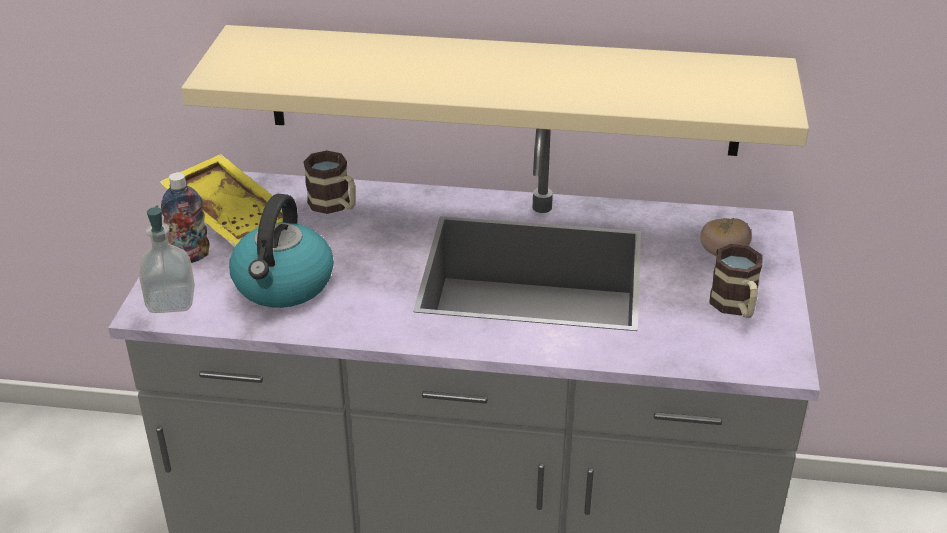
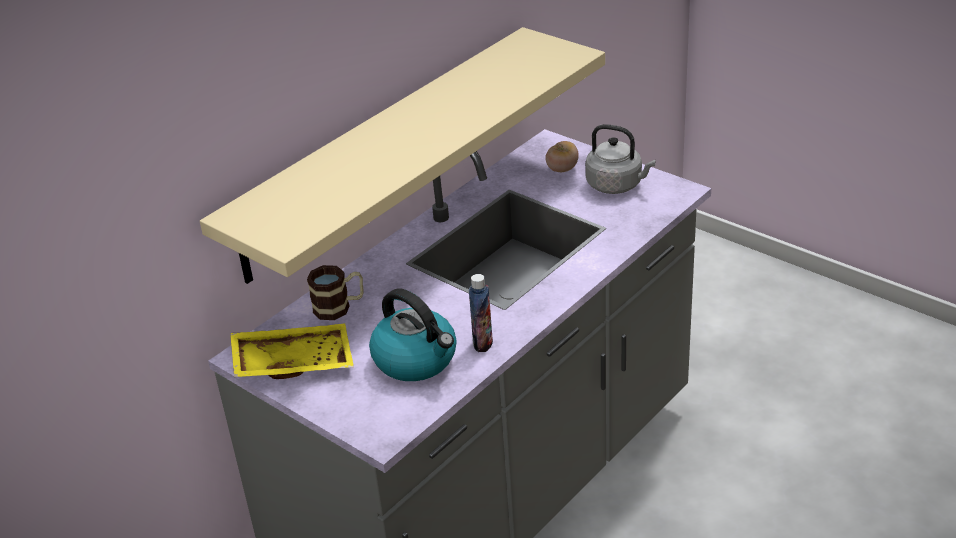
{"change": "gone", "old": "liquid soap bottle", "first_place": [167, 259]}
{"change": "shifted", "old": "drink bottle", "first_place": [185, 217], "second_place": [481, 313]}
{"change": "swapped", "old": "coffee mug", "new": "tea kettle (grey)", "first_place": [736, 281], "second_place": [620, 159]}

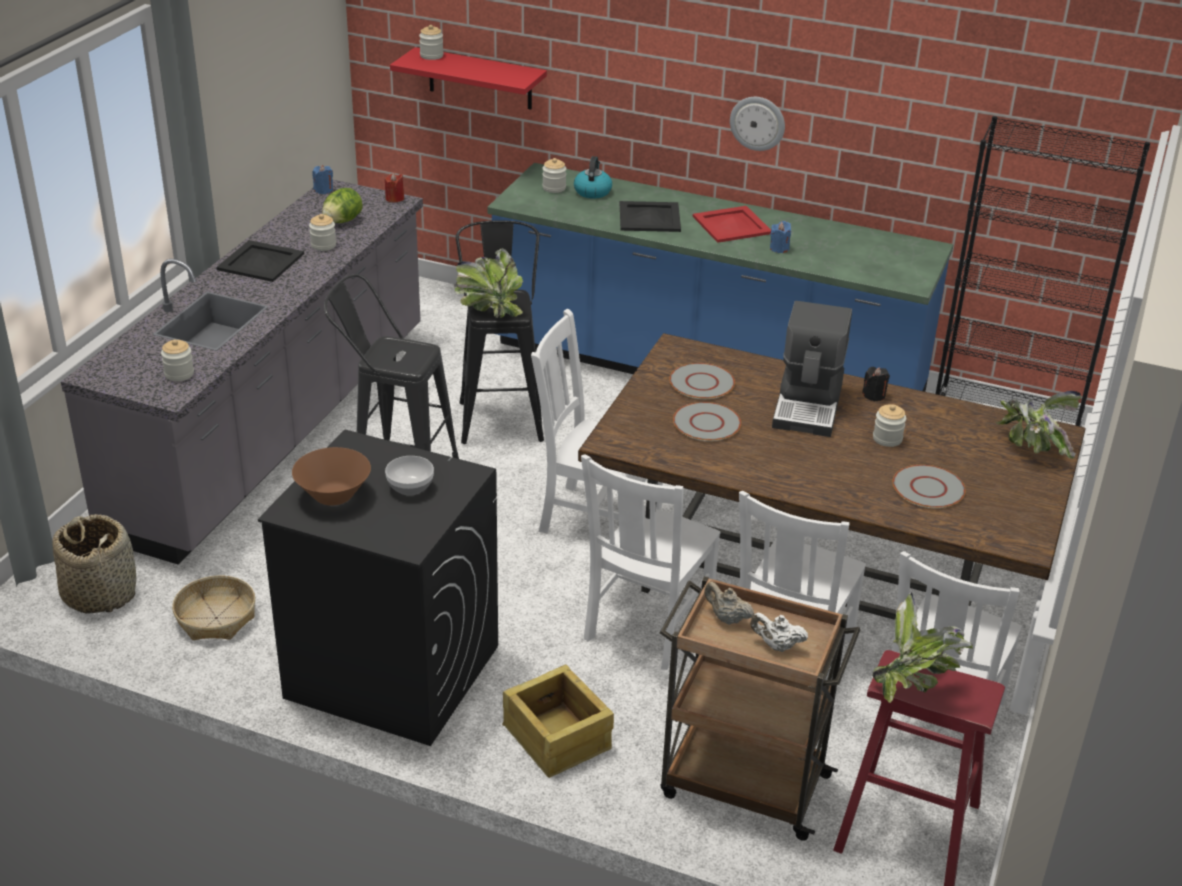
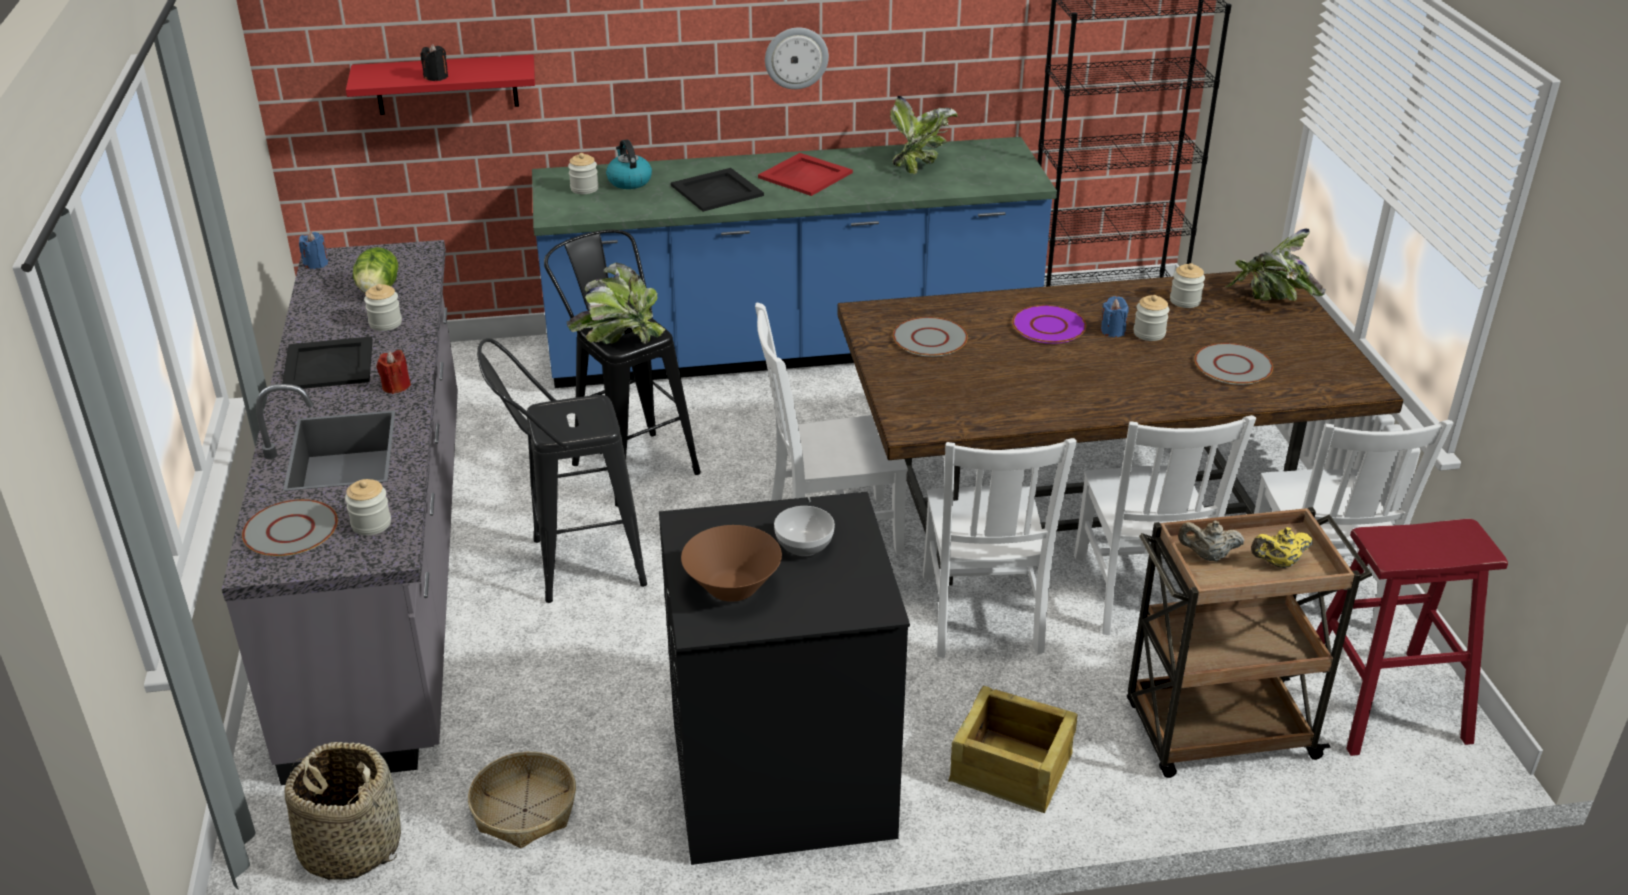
{"change": "shifted", "old": "wax candle (reddish)", "first_place": [394, 187], "second_place": [394, 372]}
{"change": "shifted", "old": "jar", "first_place": [431, 42], "second_place": [1187, 285]}
{"change": "shifted", "old": "plate (grey)", "first_place": [707, 421], "second_place": [290, 528]}
{"change": "shifted", "old": "wax candle (blue)", "first_place": [780, 237], "second_place": [1115, 316]}
{"change": "shifted", "old": "wax candle (black)", "first_place": [876, 384], "second_place": [434, 62]}
{"change": "shifted", "old": "plant in a pot", "first_place": [923, 648], "second_place": [923, 135]}
{"change": "swapped", "old": "coffee brewer", "new": "plate (purple-coloured)", "first_place": [812, 369], "second_place": [1049, 324]}
{"change": "repainted", "old": "tea pot (white-coloured)", "new": "tea pot (yellow-coloured)", "first_place": [779, 632], "second_place": [1282, 547]}

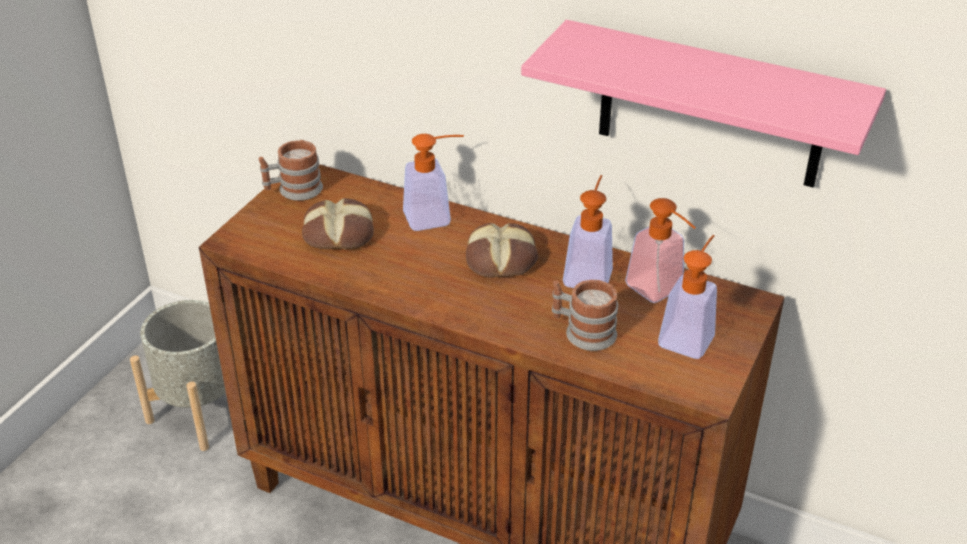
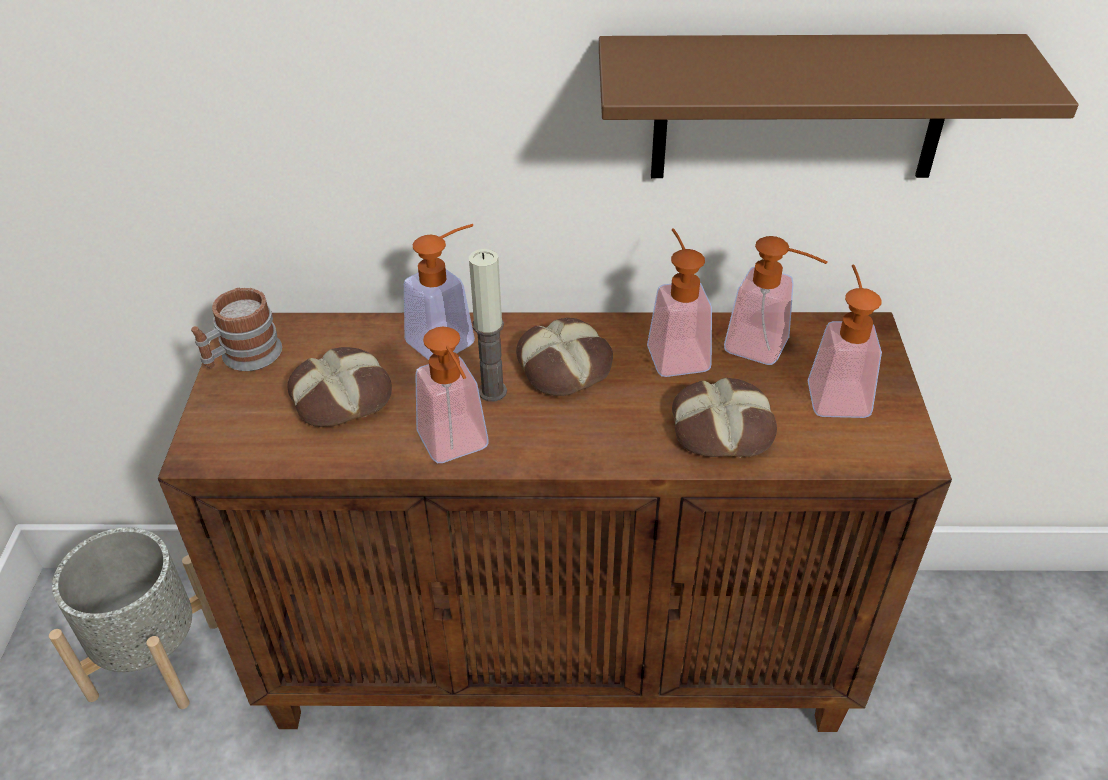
{"change": "new", "new": "liquid soap bottle", "second_place": [452, 395]}
{"change": "new", "new": "wax candle", "second_place": [488, 325]}
{"change": "swapped", "old": "coffee mug", "new": "bread", "first_place": [585, 315], "second_place": [724, 418]}
{"change": "repainted", "old": "bracket shelf (pinkish)", "new": "bracket shelf (brownish)", "first_place": [703, 104], "second_place": [838, 106]}

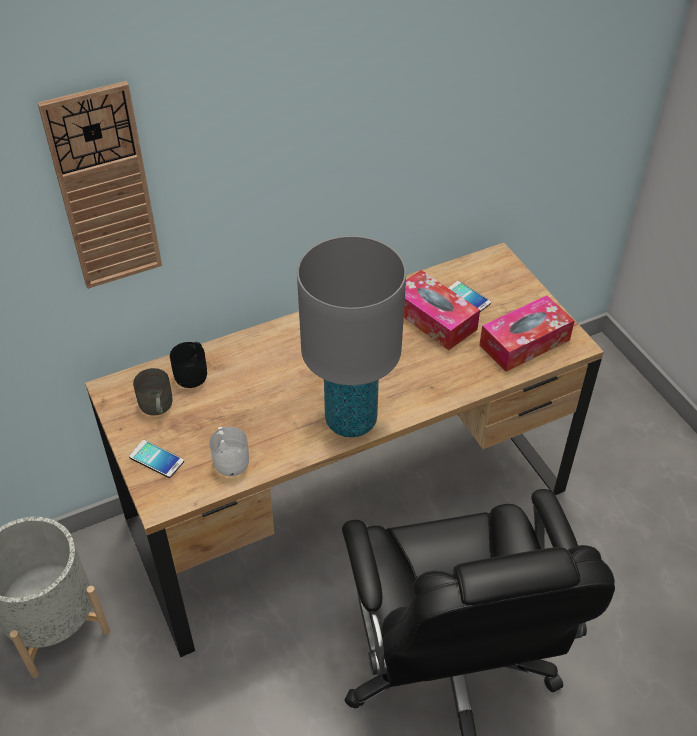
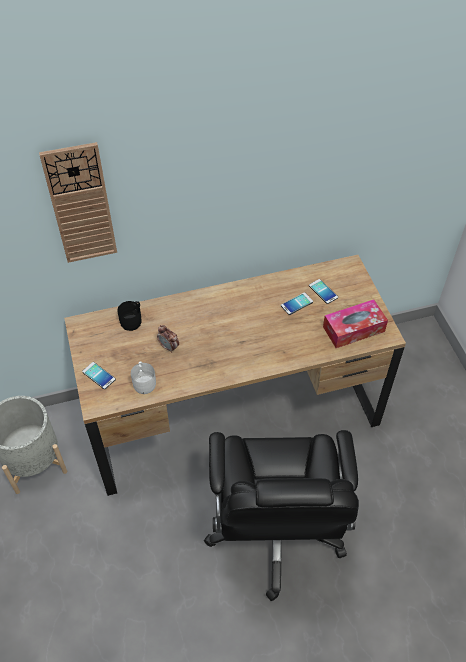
{"change": "gone", "old": "coffee mug (grey)", "first_place": [153, 392]}
{"change": "gone", "old": "lamp for a table (grey)", "first_place": [351, 336]}
{"change": "new", "new": "table clock", "second_place": [168, 339]}
{"change": "swapped", "old": "box of tissues", "new": "phone", "first_place": [442, 310], "second_place": [297, 304]}

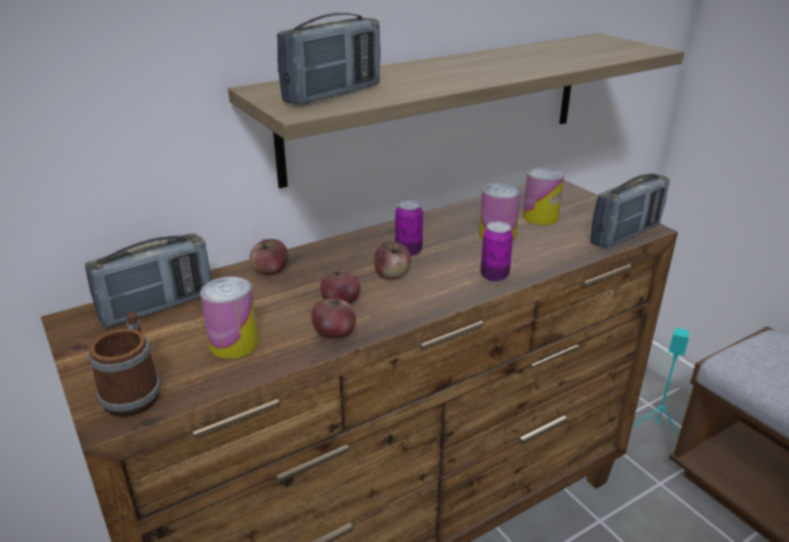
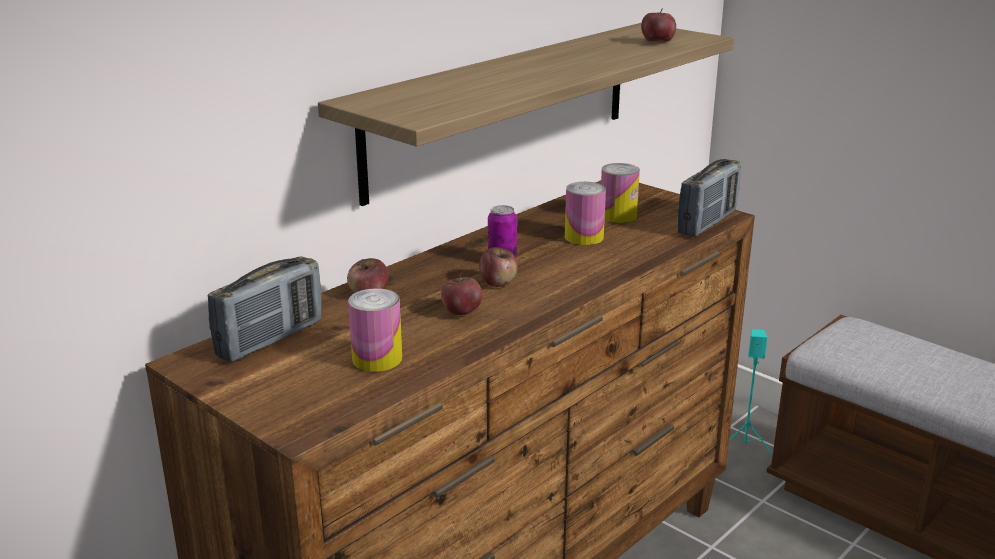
{"change": "gone", "old": "coffee mug", "first_place": [124, 364]}
{"change": "gone", "old": "radio set", "first_place": [329, 59]}
{"change": "gone", "old": "can", "first_place": [497, 251]}
{"change": "shifted", "old": "apple", "first_place": [333, 317], "second_place": [658, 25]}

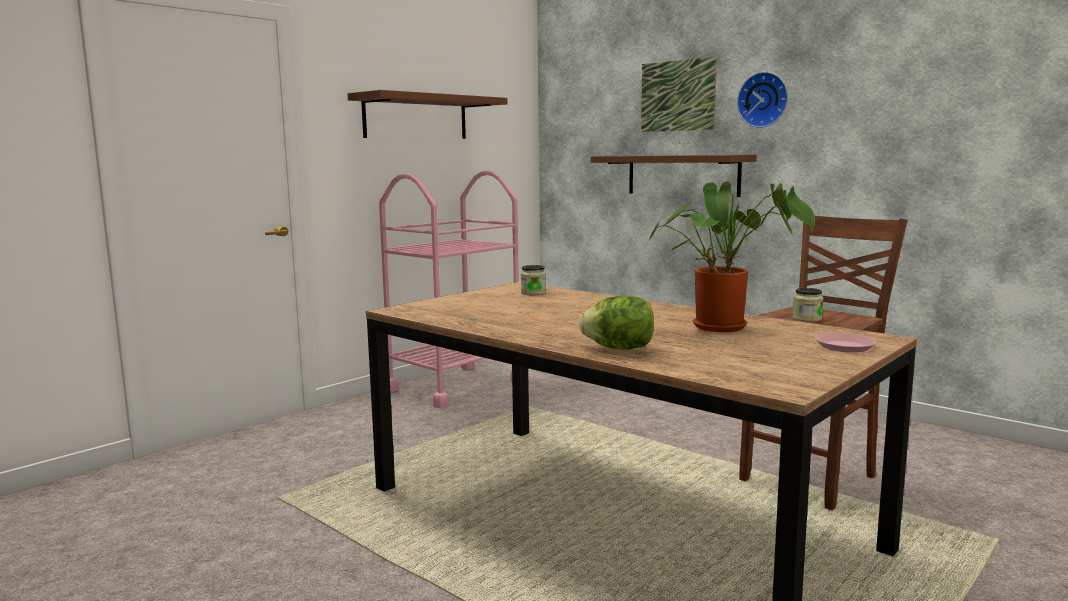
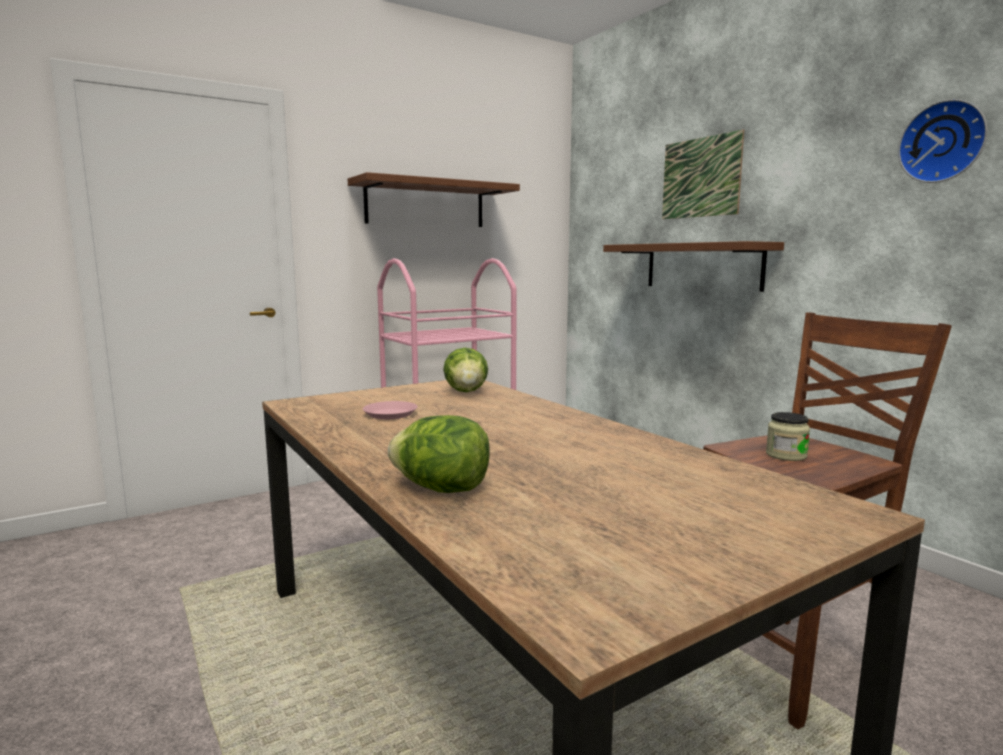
{"change": "gone", "old": "plant in a pot", "first_place": [732, 256]}
{"change": "shifted", "old": "wall clock", "first_place": [762, 100], "second_place": [943, 141]}
{"change": "shifted", "old": "plate (pinkish)", "first_place": [846, 343], "second_place": [390, 410]}
{"change": "swapped", "old": "jar", "new": "head of lettuce", "first_place": [533, 280], "second_place": [465, 369]}

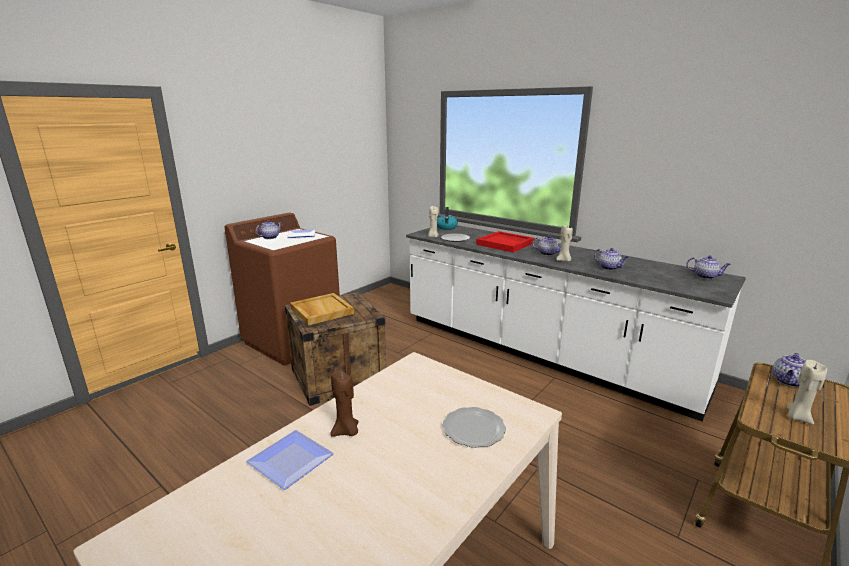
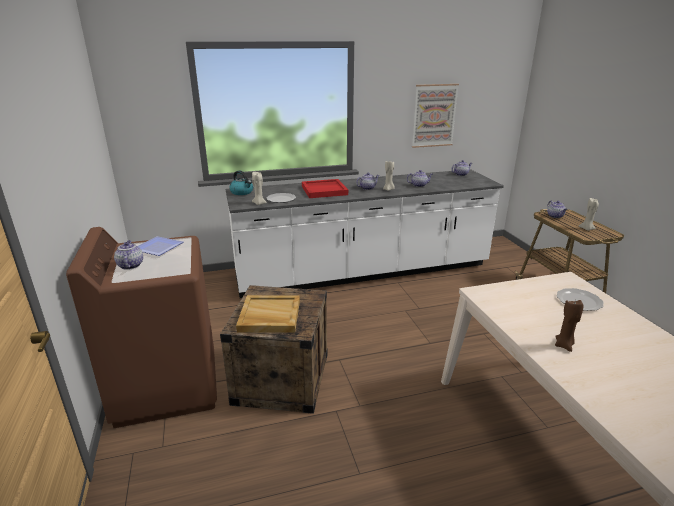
{"change": "gone", "old": "plate", "first_place": [290, 460]}
{"change": "new", "new": "wall picture", "second_place": [435, 116]}

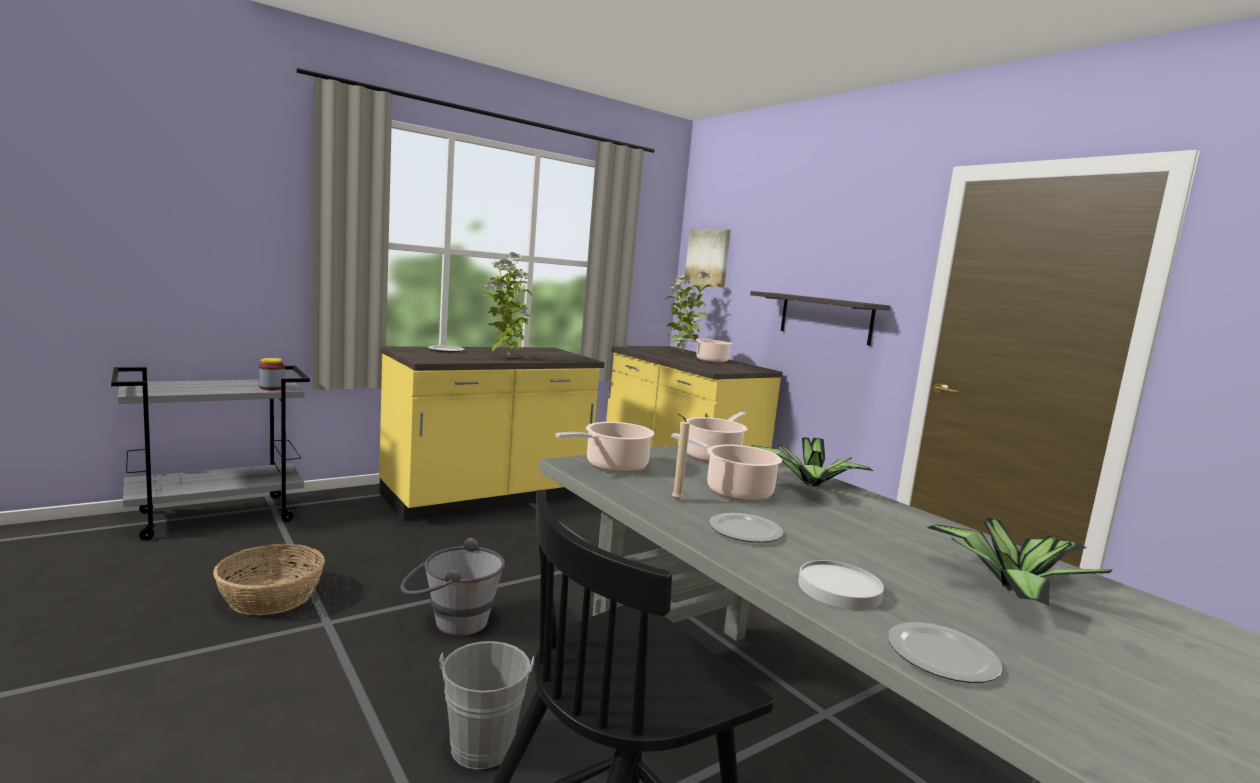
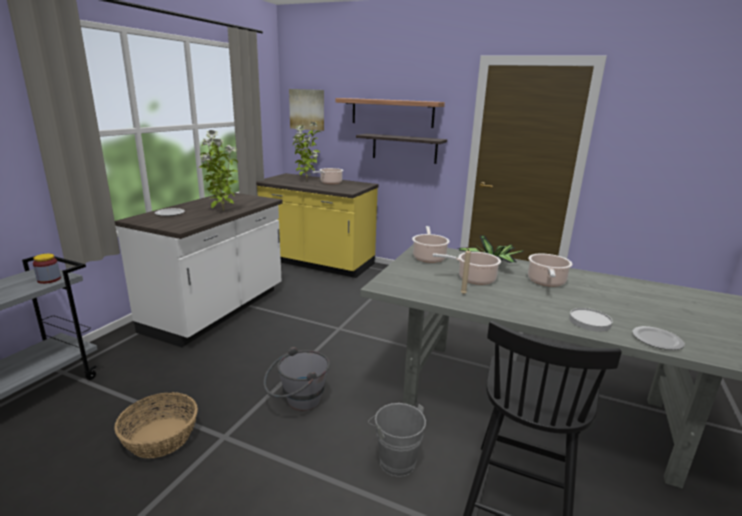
{"change": "gone", "old": "plate", "first_place": [746, 528]}
{"change": "gone", "old": "plant in a pot", "first_place": [1019, 562]}
{"change": "new", "new": "bracket shelf", "second_place": [390, 113]}
{"change": "shifted", "old": "stockpot", "first_place": [604, 447], "second_place": [550, 270]}
{"change": "repainted", "old": "kitchen base unit (yellow-coloured)", "new": "kitchen base unit (white-coloured)", "first_place": [491, 433], "second_place": [198, 269]}

